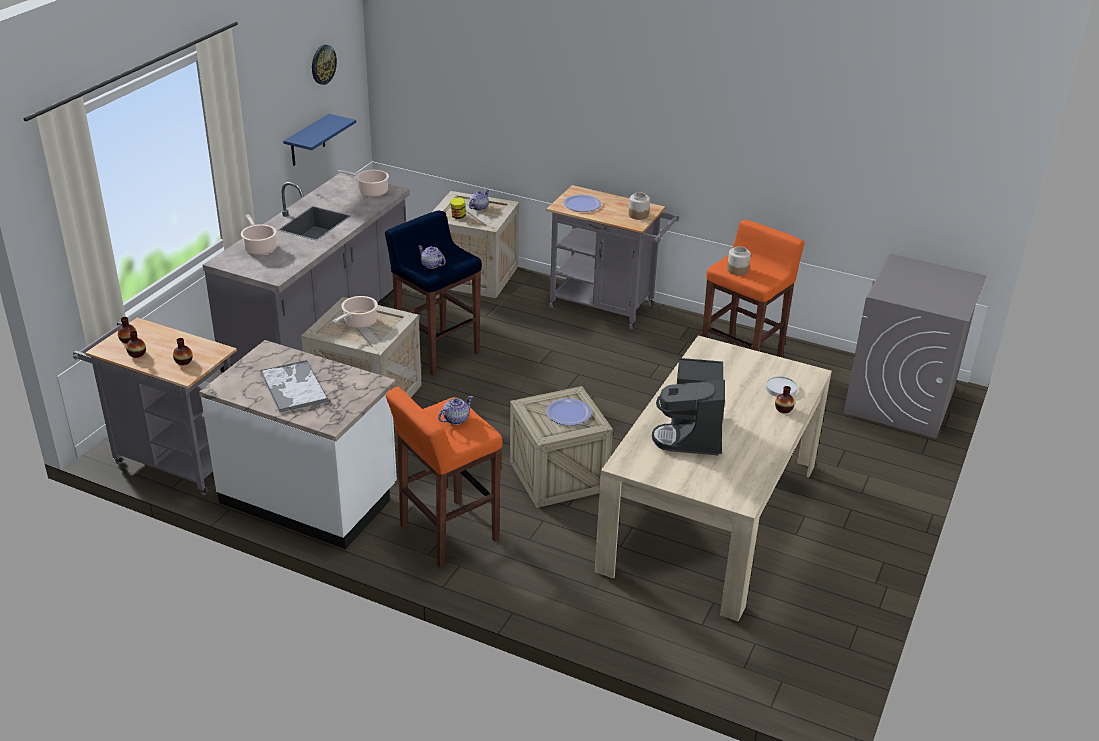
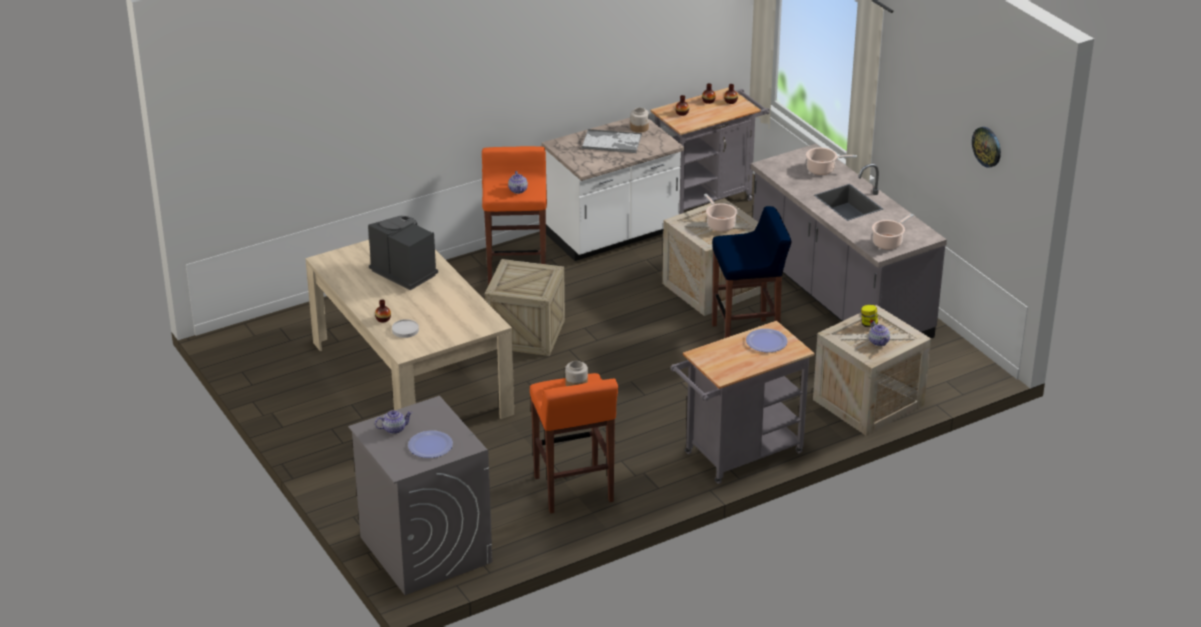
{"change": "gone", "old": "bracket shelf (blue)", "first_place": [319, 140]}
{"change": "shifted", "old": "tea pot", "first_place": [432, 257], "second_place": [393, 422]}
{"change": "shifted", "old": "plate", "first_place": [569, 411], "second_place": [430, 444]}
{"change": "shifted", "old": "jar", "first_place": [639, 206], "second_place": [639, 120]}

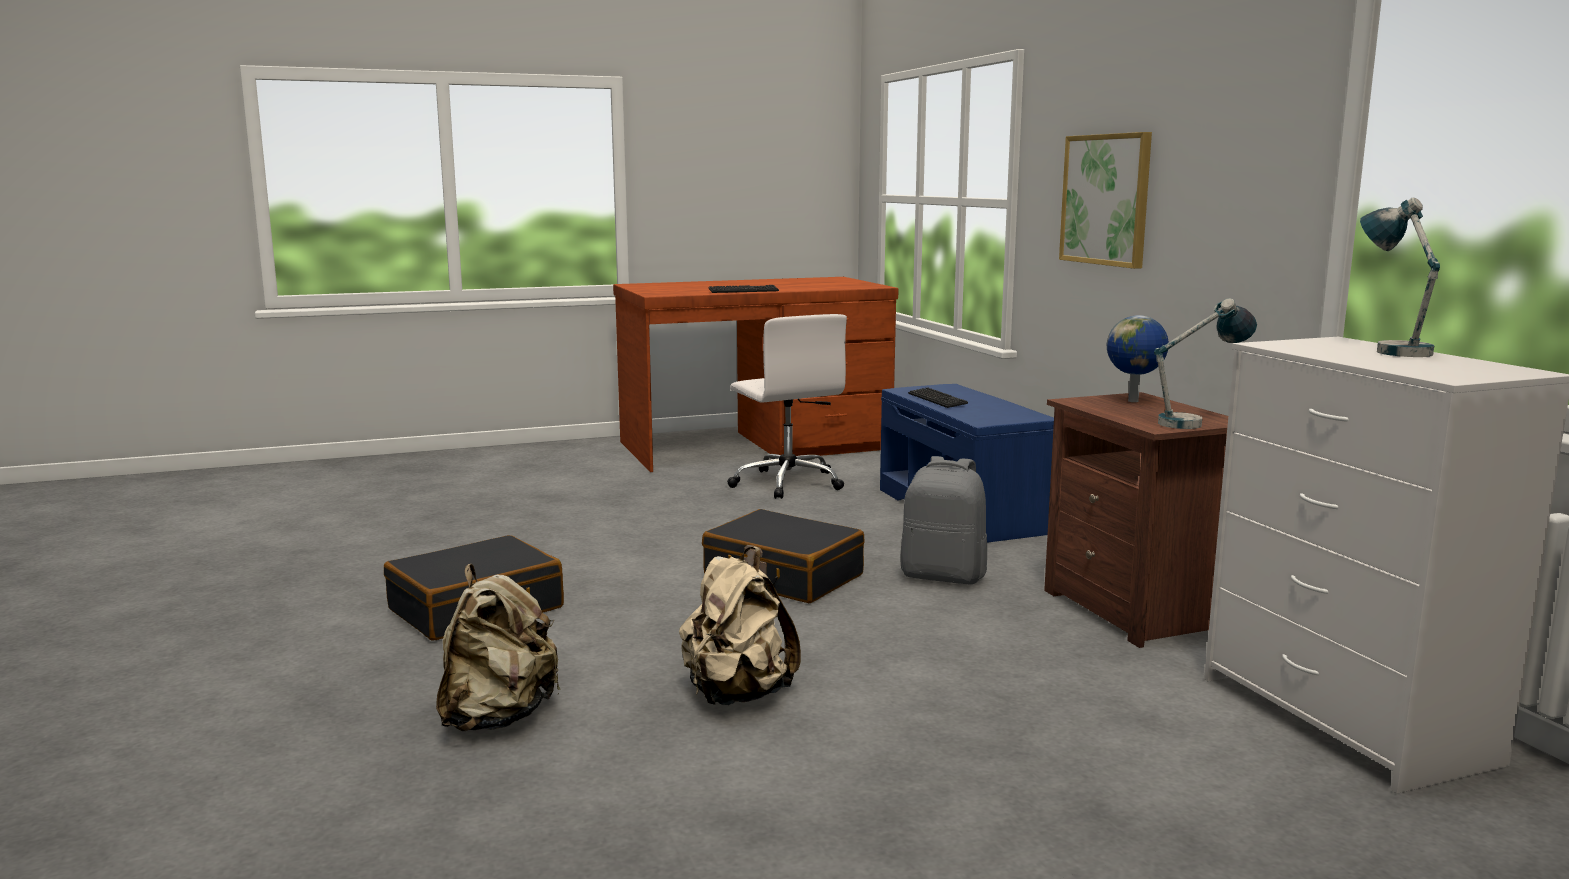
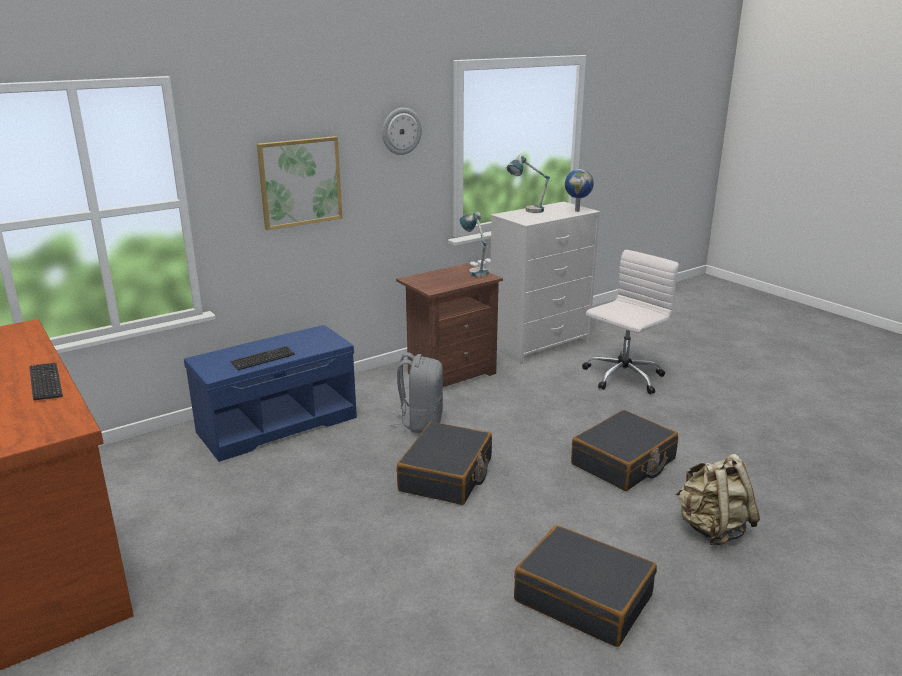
{"change": "new", "new": "wall clock", "second_place": [402, 131]}
{"change": "shifted", "old": "desk chair (white-coloured)", "first_place": [787, 406], "second_place": [630, 322]}
{"change": "shifted", "old": "desk globe", "first_place": [1138, 358], "second_place": [579, 190]}
{"change": "swapped", "old": "backpack (beige-coloured)", "new": "suitcase (black)", "first_place": [740, 626], "second_place": [624, 450]}

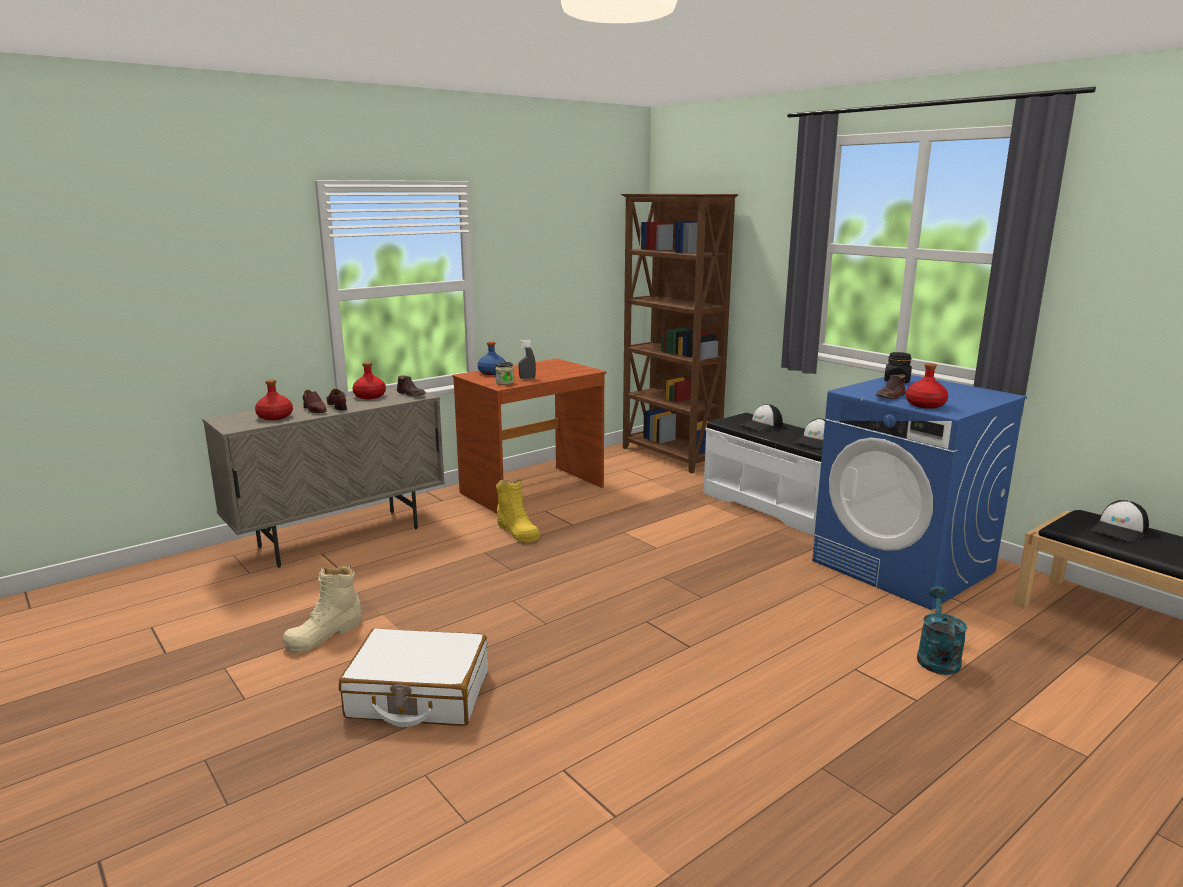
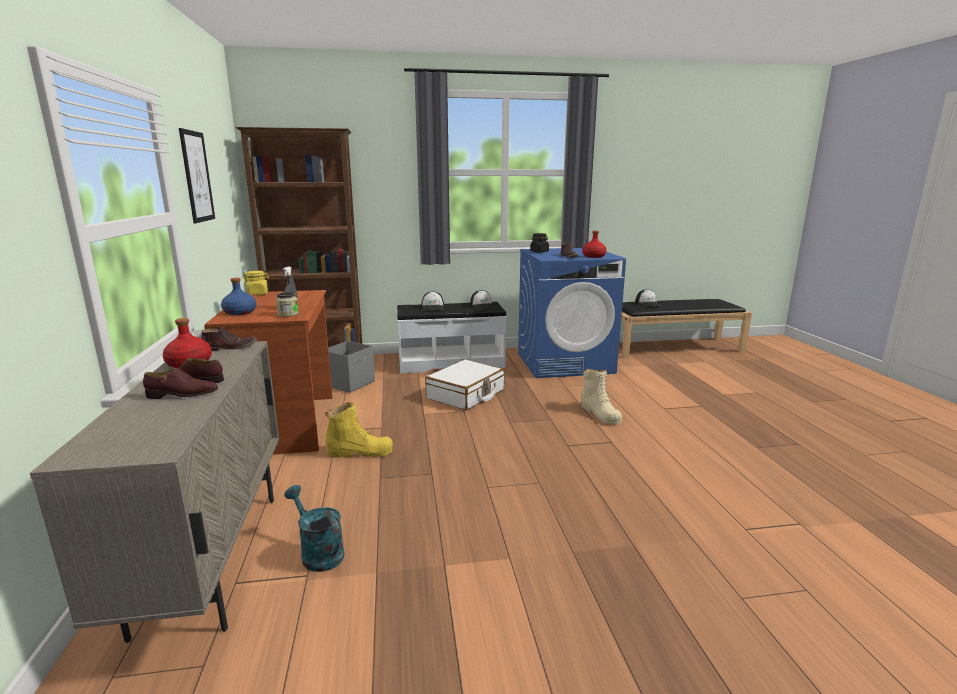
{"change": "gone", "old": "drink bottle (reddish)", "first_place": [274, 399]}
{"change": "new", "new": "wall picture", "second_place": [197, 175]}
{"change": "new", "new": "jar (yellow-coloured)", "second_place": [256, 283]}
{"change": "new", "new": "storage box (grey)", "second_place": [351, 367]}
{"change": "shifted", "old": "tall boot (beige-coloured)", "first_place": [322, 609], "second_place": [601, 397]}
{"change": "shifted", "old": "suitcase (white-coloured)", "first_place": [413, 677], "second_place": [464, 385]}
{"change": "shifted", "old": "watering can (blue-green)", "first_place": [942, 630], "second_place": [314, 528]}

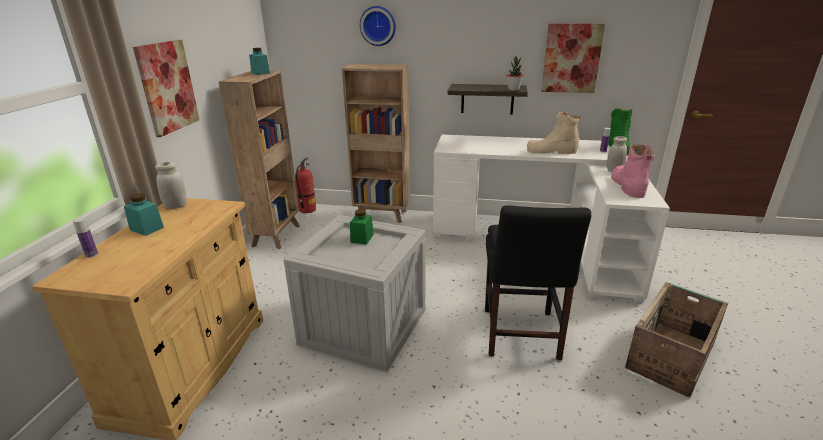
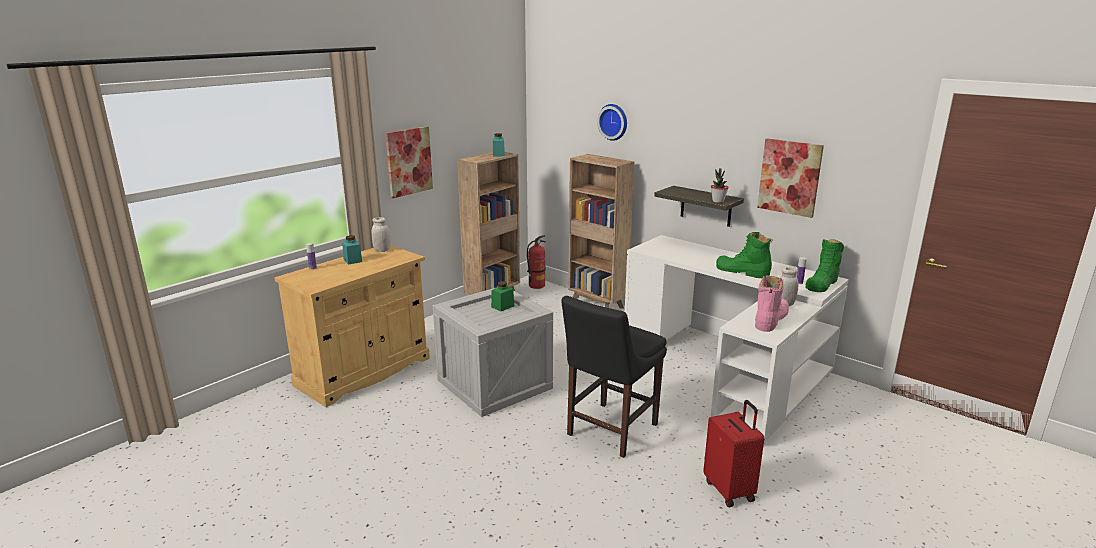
{"change": "swapped", "old": "crate", "new": "suitcase (reddish)", "first_place": [676, 340], "second_place": [733, 453]}
{"change": "repainted", "old": "tall boot (beige-coloured)", "new": "tall boot (greenish)", "first_place": [553, 133], "second_place": [744, 255]}

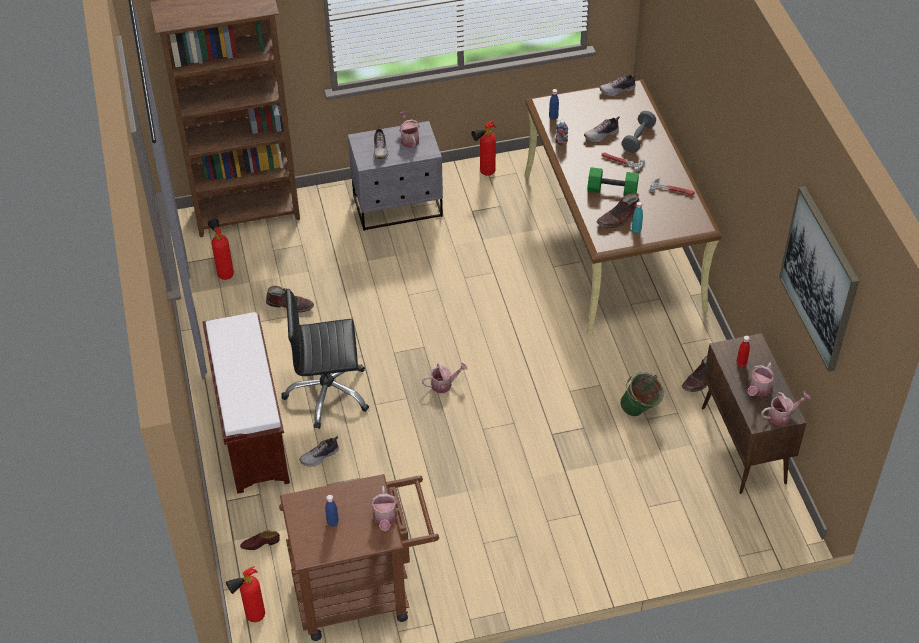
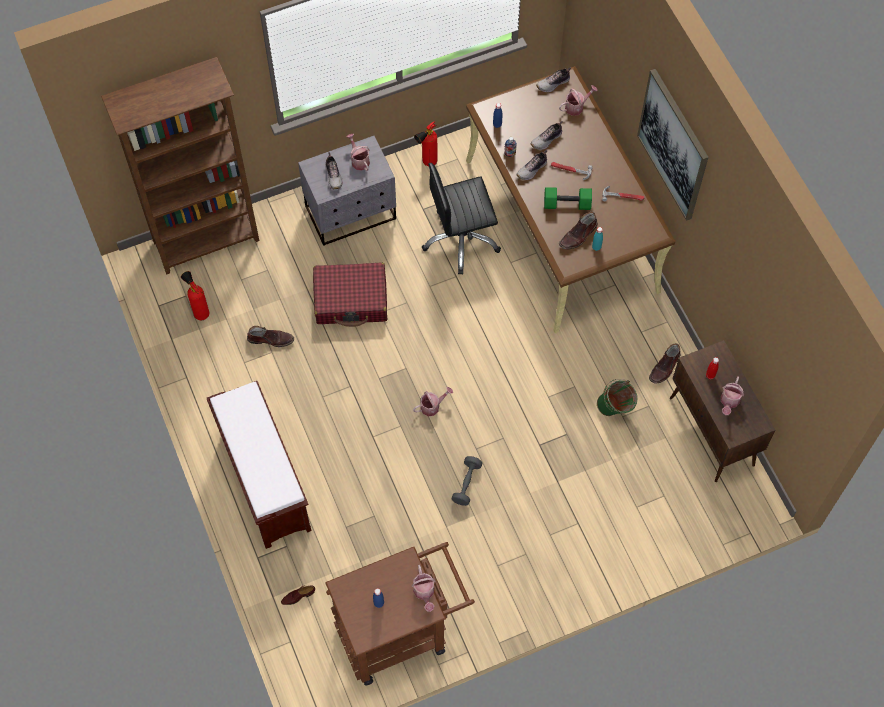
{"change": "gone", "old": "fire-fighting cylinder", "first_place": [245, 594]}
{"change": "new", "new": "suitcase (reddish)", "second_place": [350, 294]}
{"change": "shifted", "old": "desk chair (black)", "first_place": [325, 359], "second_place": [461, 218]}
{"change": "shifted", "old": "item of footwear", "first_place": [319, 451], "second_place": [532, 165]}
{"change": "shifted", "old": "free weight (grey)", "first_place": [639, 132], "second_place": [467, 481]}
{"change": "shifted", "old": "watering can", "first_place": [786, 408], "second_place": [578, 100]}
{"change": "shifted", "old": "wall picture", "first_place": [819, 279], "second_place": [672, 145]}

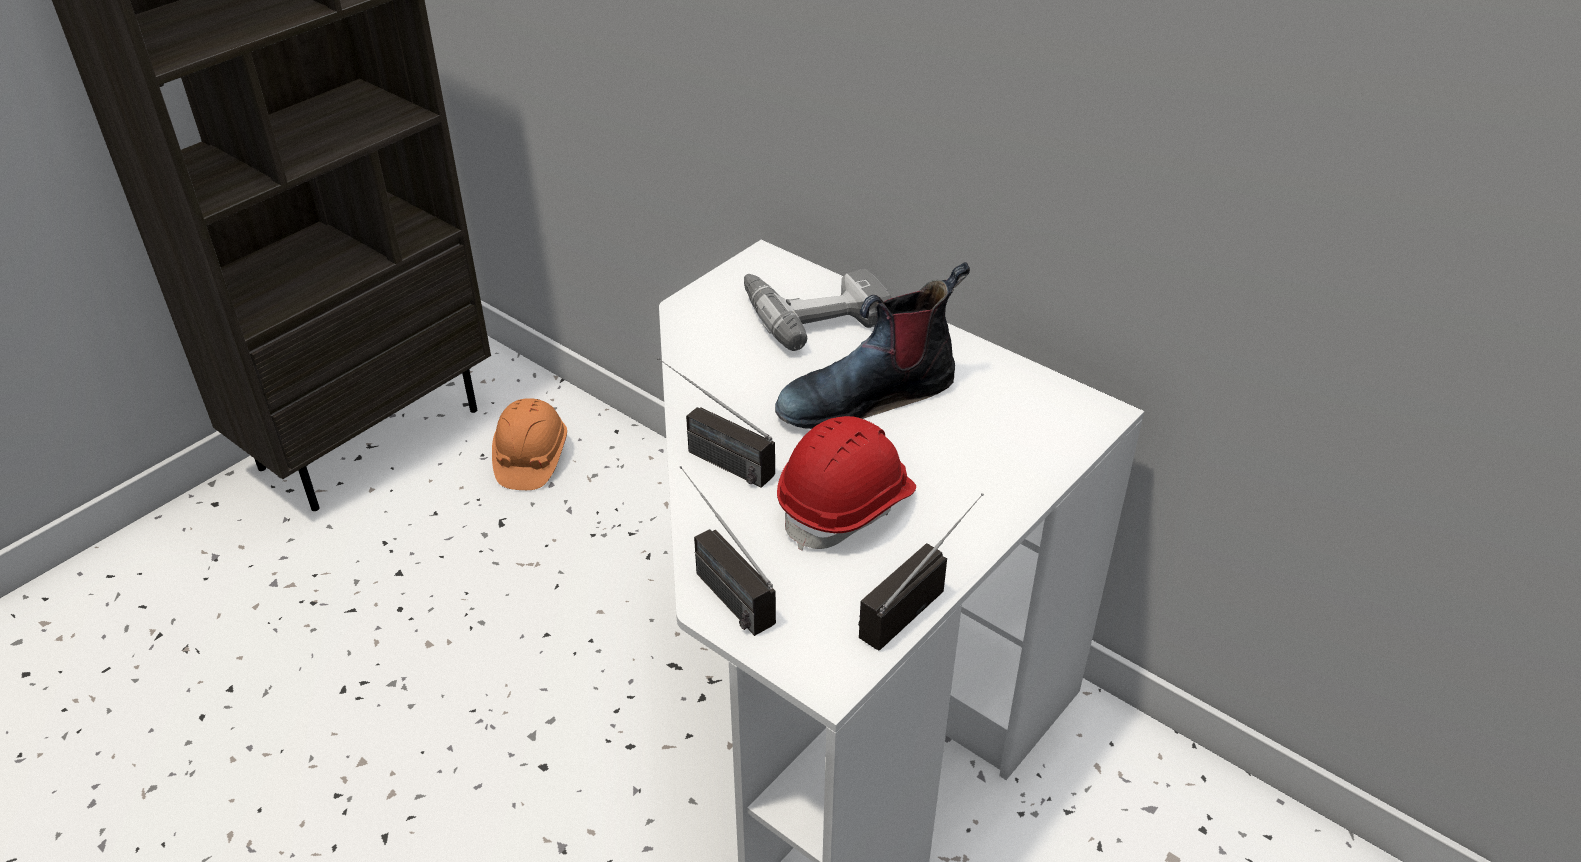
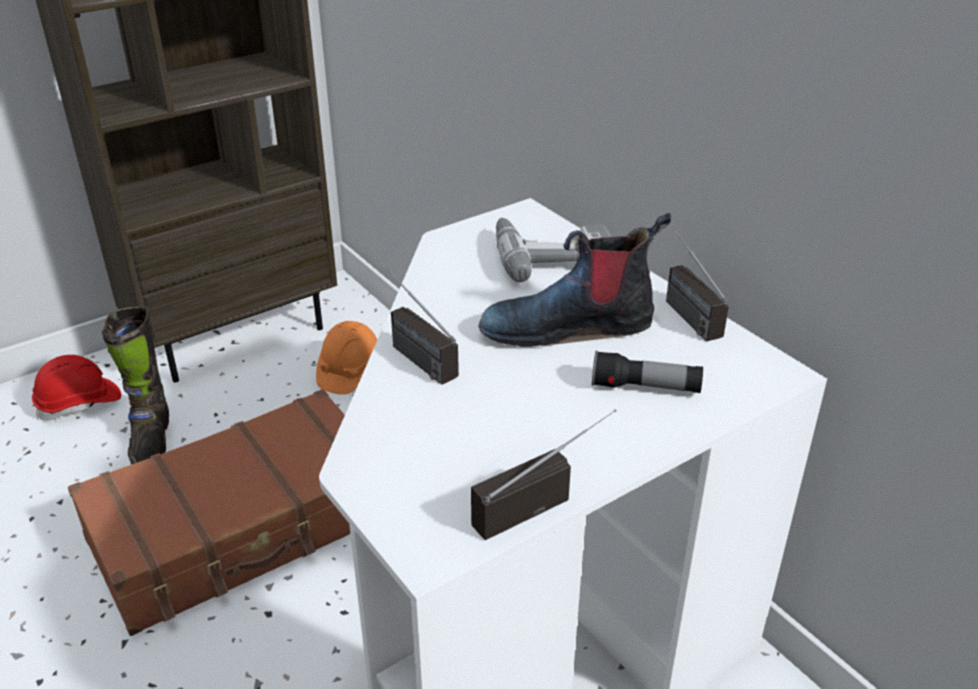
{"change": "new", "new": "suitcase (brownish)", "second_place": [209, 512]}
{"change": "new", "new": "tall boot (black)", "second_place": [135, 385]}
{"change": "new", "new": "hand torch", "second_place": [647, 372]}
{"change": "shifted", "old": "radio set", "first_place": [728, 551], "second_place": [697, 282]}
{"change": "shifted", "old": "hard hat (reddish)", "first_place": [846, 483], "second_place": [76, 388]}

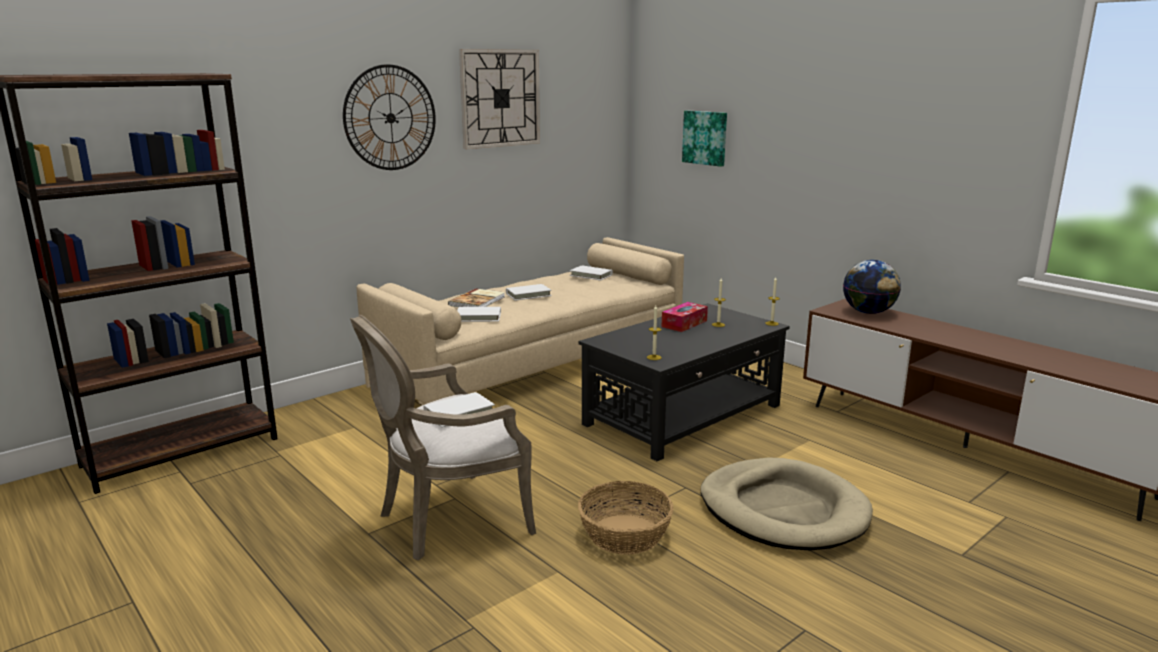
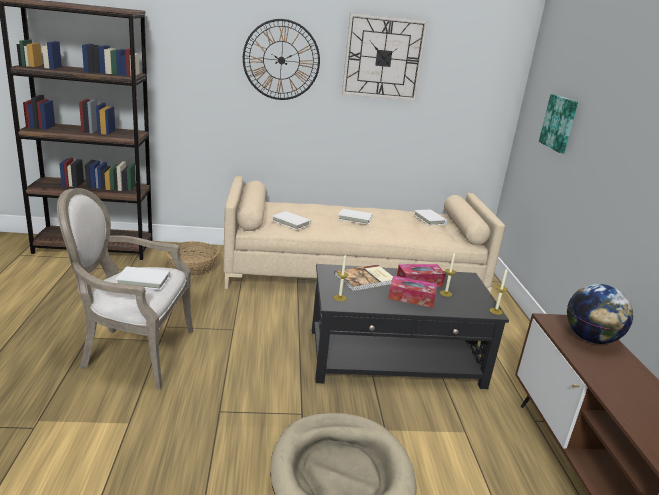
{"change": "new", "new": "box of tissues", "second_place": [412, 292]}
{"change": "shifted", "old": "volume", "first_place": [476, 297], "second_place": [363, 277]}
{"change": "shifted", "old": "storage basket", "first_place": [626, 518], "second_place": [192, 258]}

